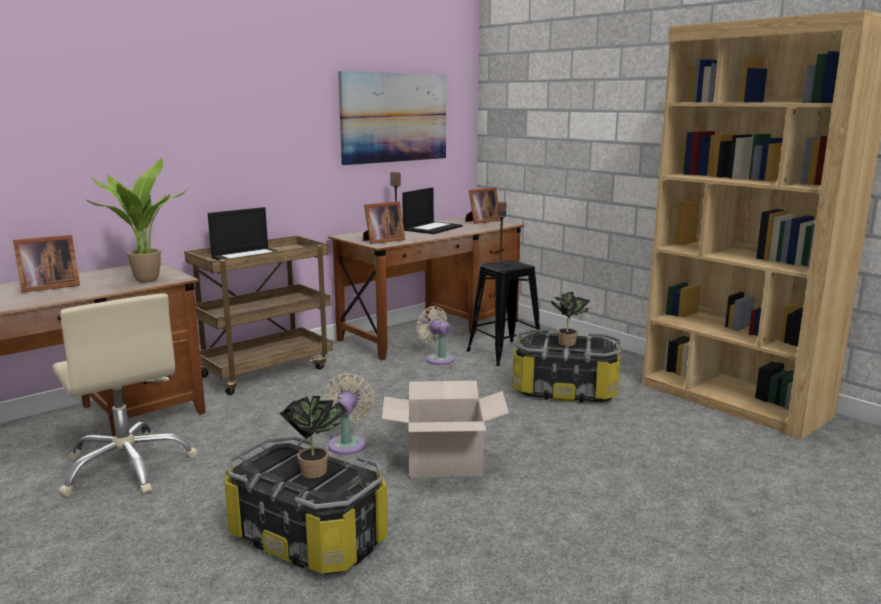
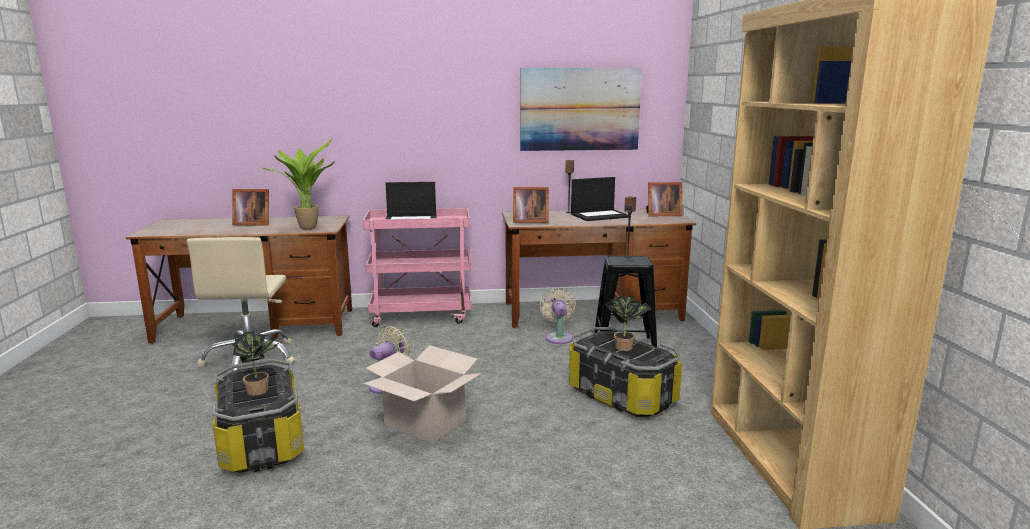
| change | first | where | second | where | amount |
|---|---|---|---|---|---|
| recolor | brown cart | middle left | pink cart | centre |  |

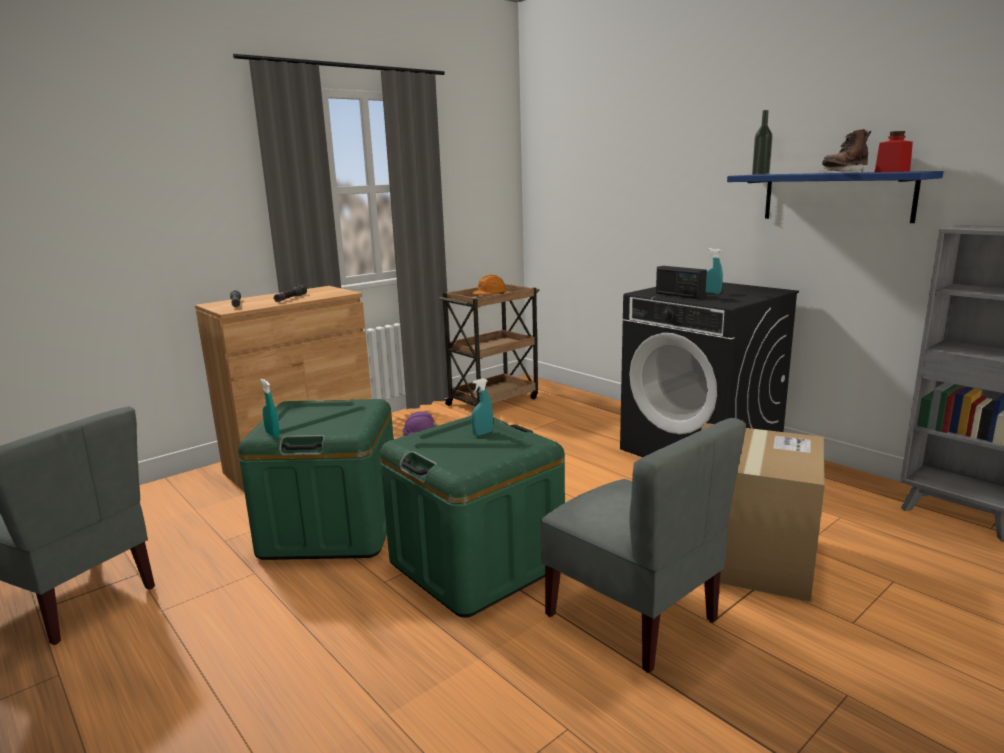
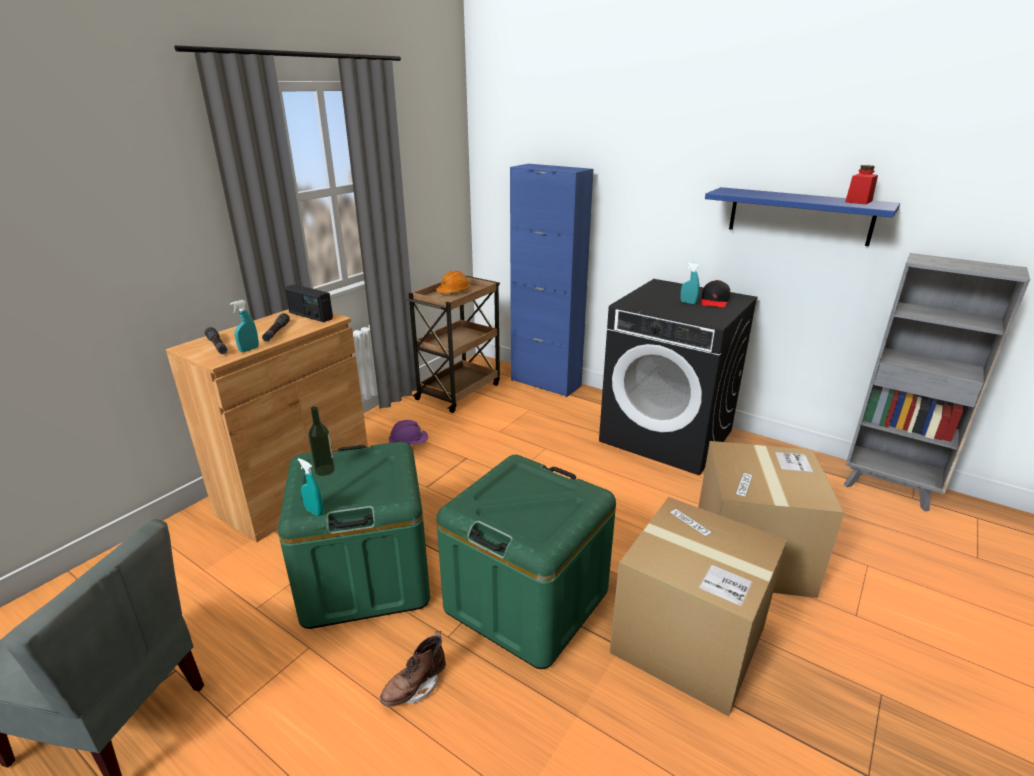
| change | first | where | second | where | amount |
|---|---|---|---|---|---|
| move | turquoise spray bottle (2nd from left in the first image) | centre | turquoise spray bottle (1st from left) | middle left |  |
| replace | grey chair (2nd from left) | bottom centre | cardboard box (1st from left) | bottom right |  |
| move | radio | middle right |  | middle left |  |
| move | bottle | top right |  | middle left |  |
| move | brown boot | top right |  | bottom centre |  |
| insert |  |  | blue cabinet | centre |  |
| insert |  |  | black cap | middle right |  |

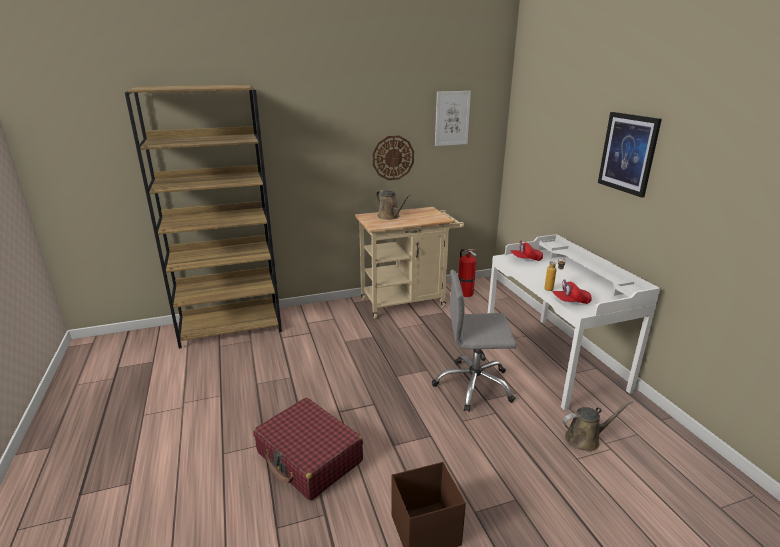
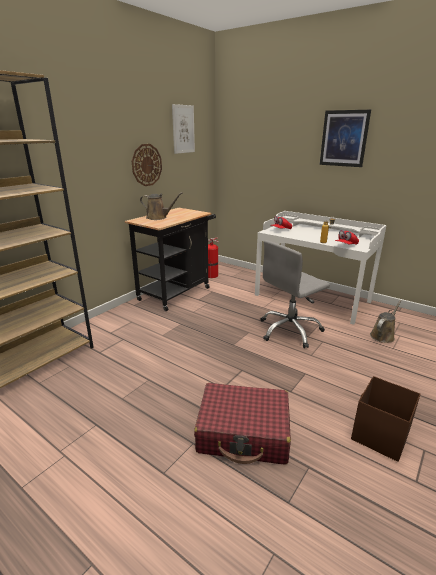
| change | first | where | second | where | amount |
|---|---|---|---|---|---|
| recolor | beige cart | centre | black cart | centre |  |

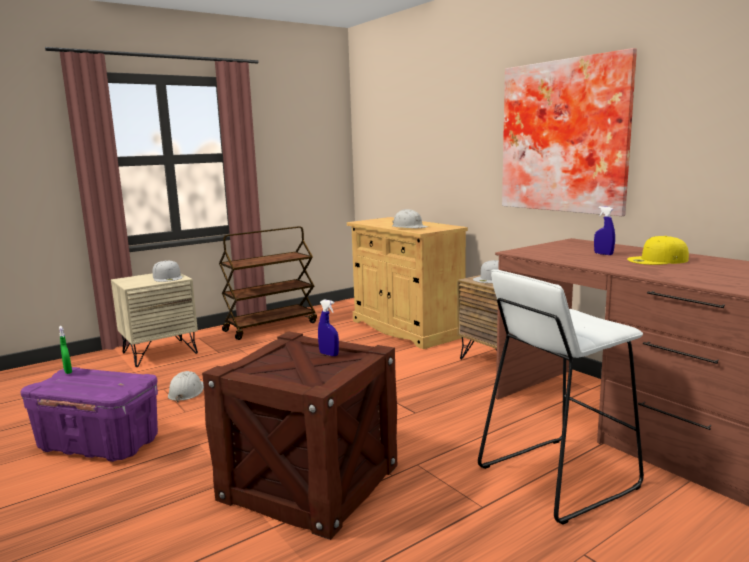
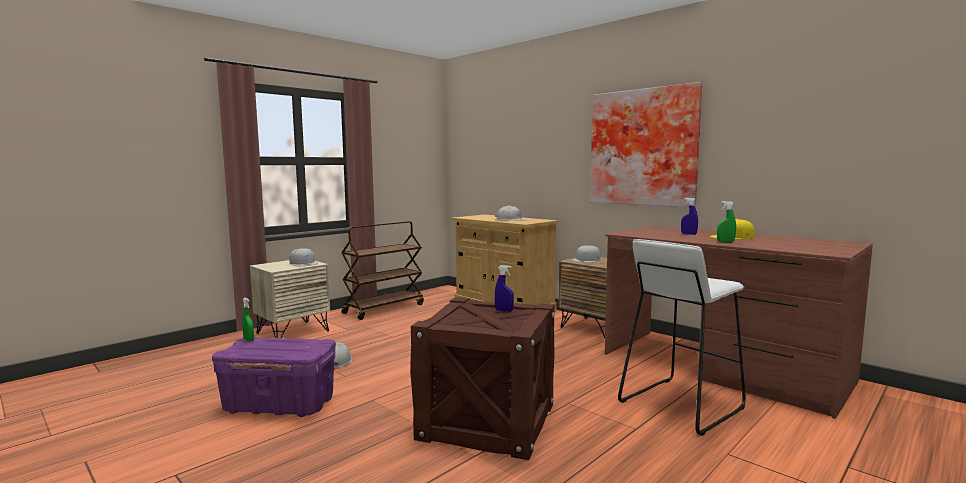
| change | first | where | second | where | amount |
|---|---|---|---|---|---|
| insert |  |  | green spray bottle (2nd from left) | middle right |  |

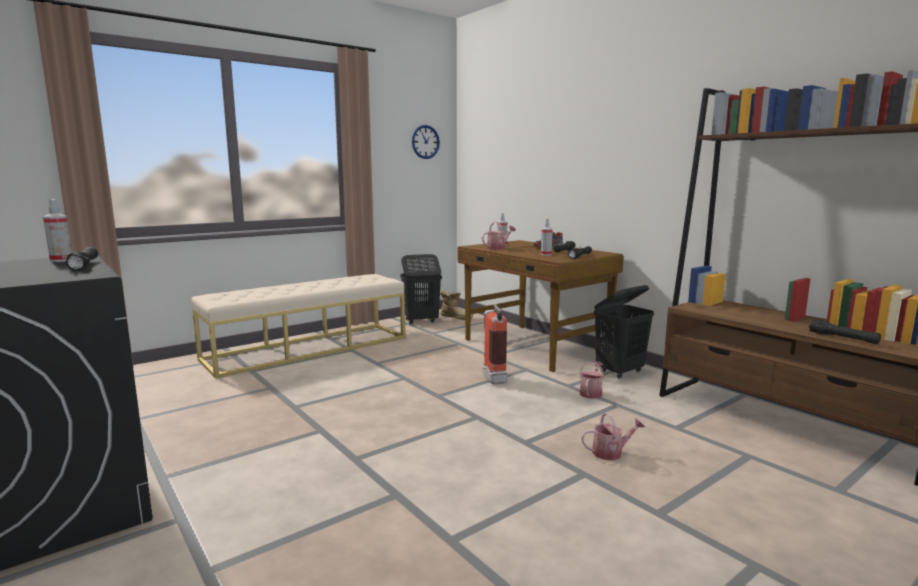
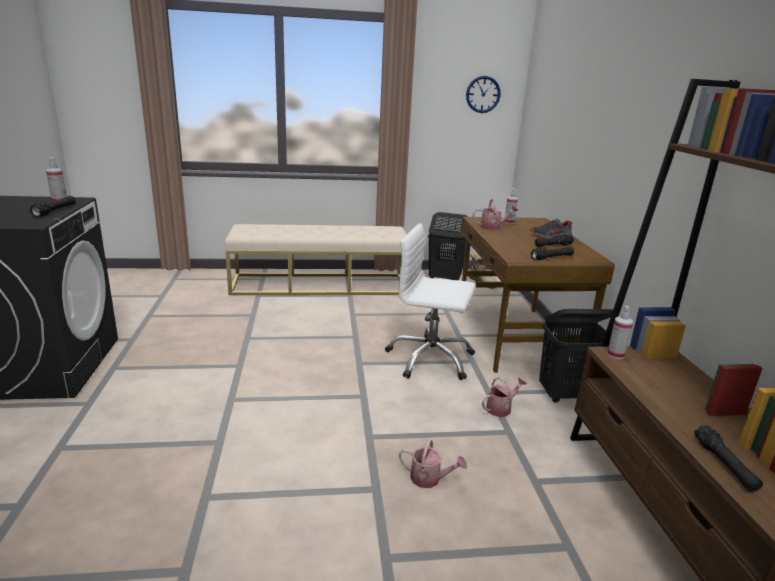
| change | first | where | second | where | amount |
|---|---|---|---|---|---|
| replace | fire extinguisher | centre | white office chair | centre |  |
| move | spray bottle (3rd from left) | centre |  | middle right |  |

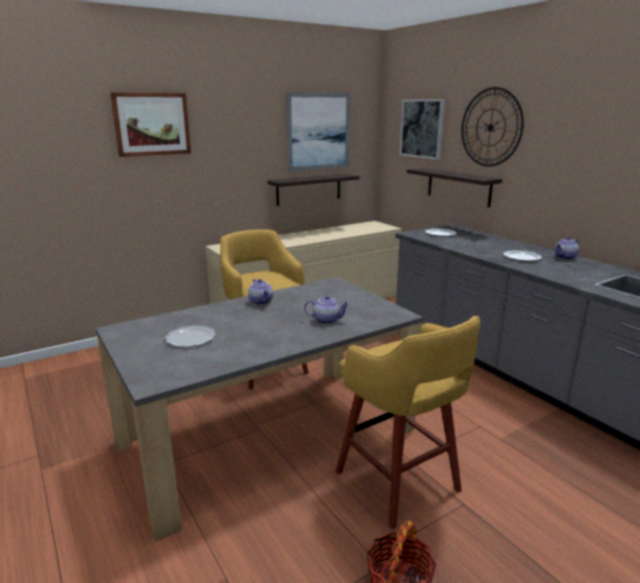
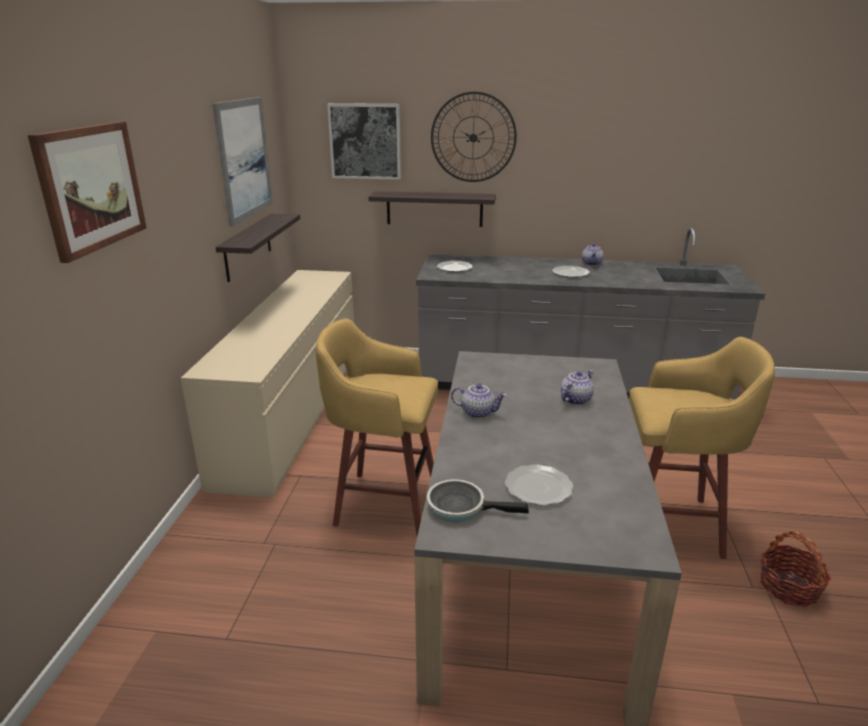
| change | first | where | second | where | amount |
|---|---|---|---|---|---|
| insert |  |  | frying pan | bottom centre |  |

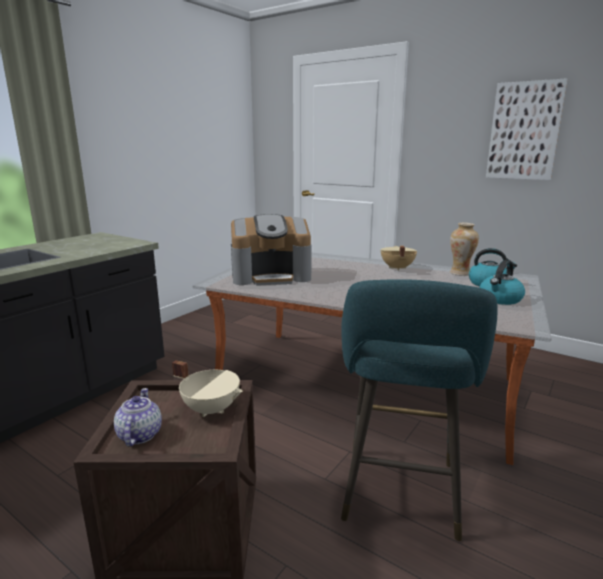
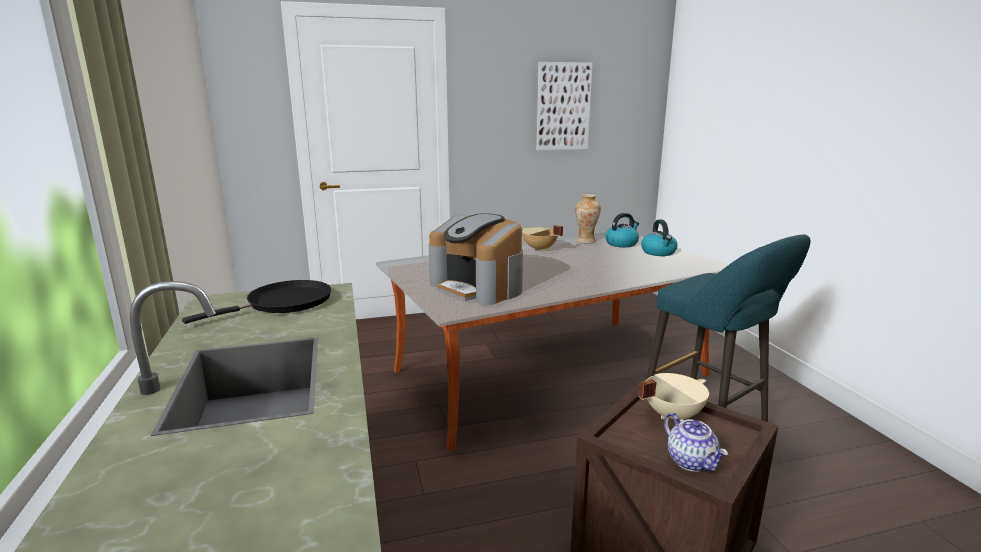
| change | first | where | second | where | amount |
|---|---|---|---|---|---|
| rotate | teapot | bottom left |  | bottom right | 150 degrees counterclockwise |
| rotate | coffee machine | centre |  | centre | 105 degrees clockwise |
| insert |  |  | black frying pan | middle left |  |

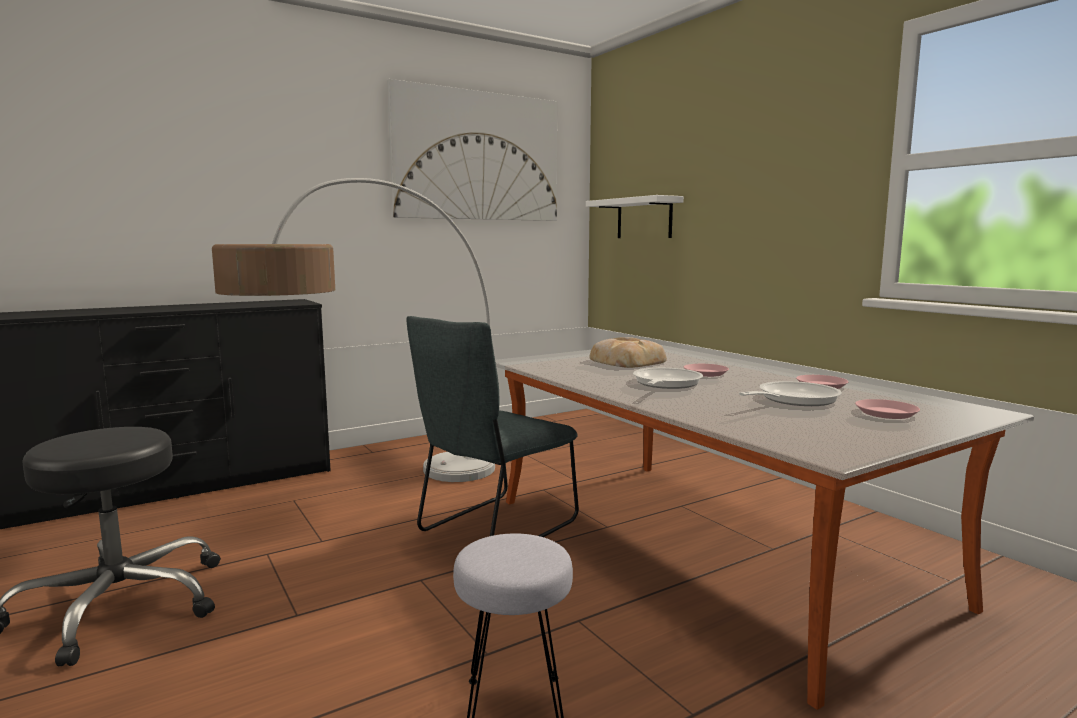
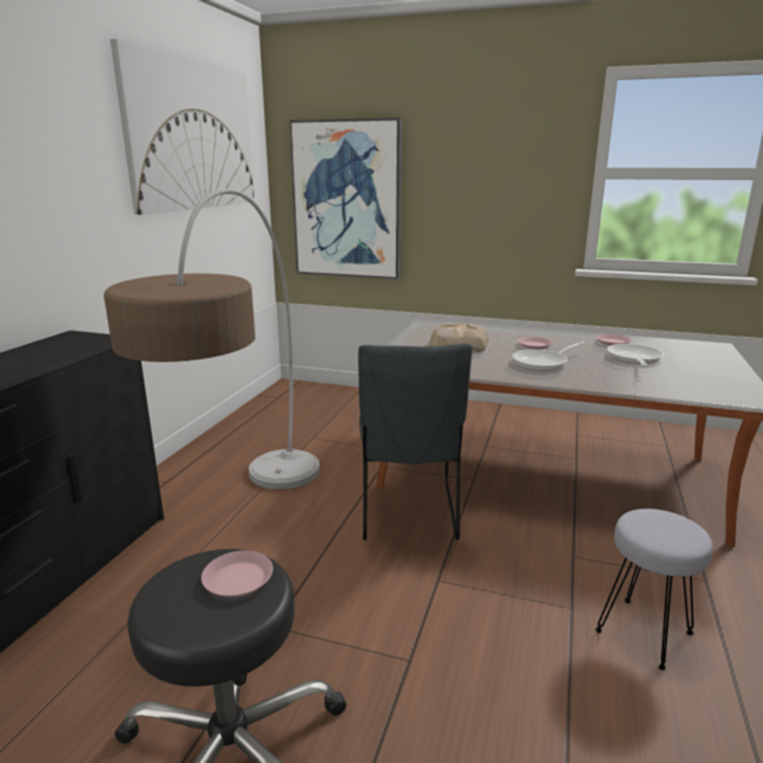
| change | first | where | second | where | amount |
|---|---|---|---|---|---|
| replace | white shelf | top centre | picture (2nd from left) | top centre |  |
| rotate | frying pan (1st from left) | centre |  | middle right | 105 degrees counterclockwise |
| move | pink plate (3rd from left in the first image) | middle right | pink plate (1st from left) | bottom left |  |

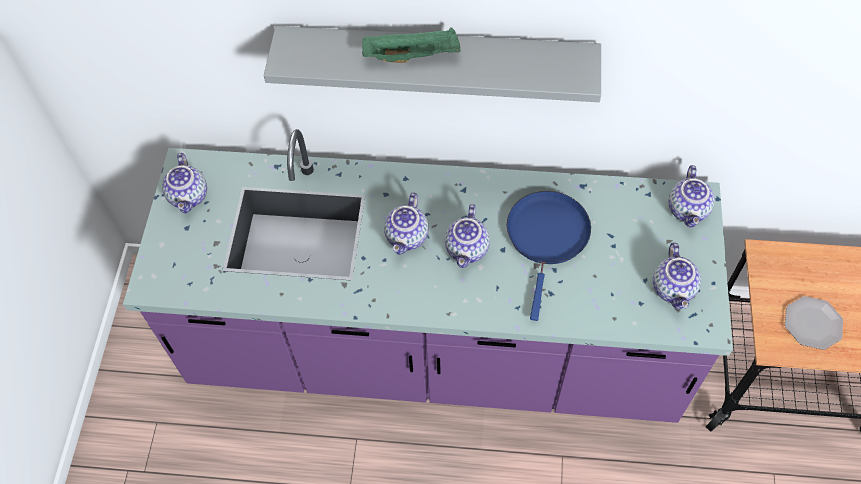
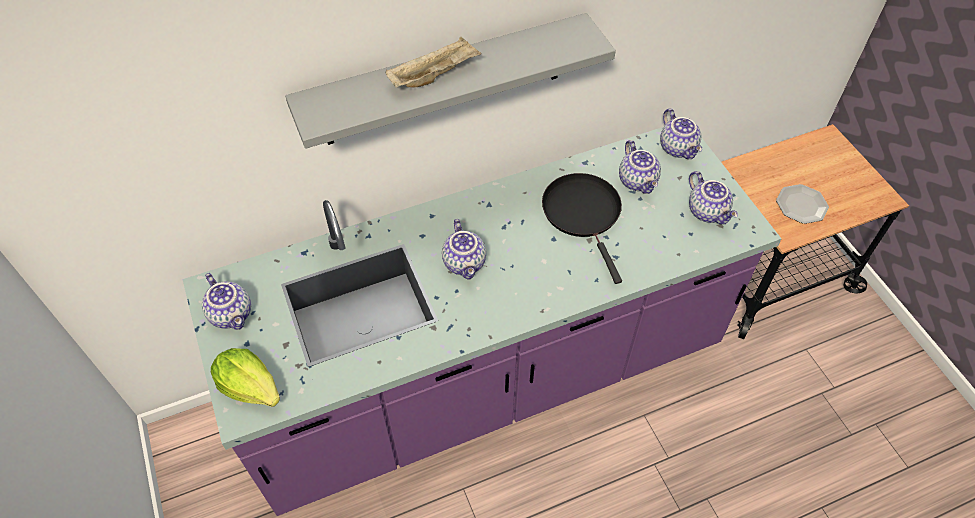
| change | first | where | second | where | amount |
|---|---|---|---|---|---|
| recolor | green tray | top centre | beige tray | top centre |  |
| move | teapot (3rd from left) | centre |  | top centre |  |
| recolor | blue frying pan | centre | black frying pan | centre |  |
| insert |  |  | lettuce | bottom left |  |

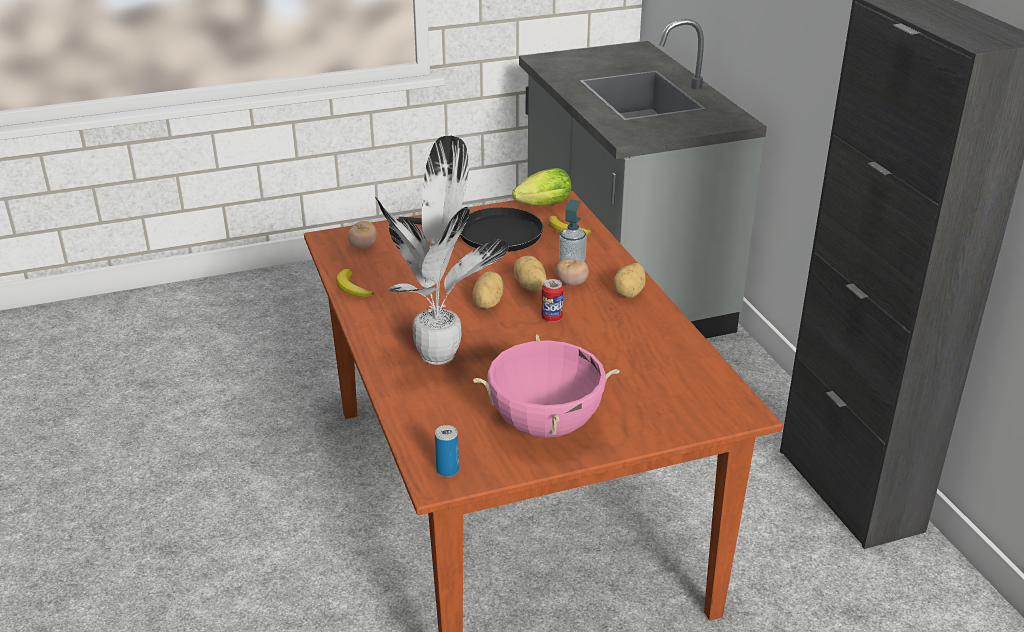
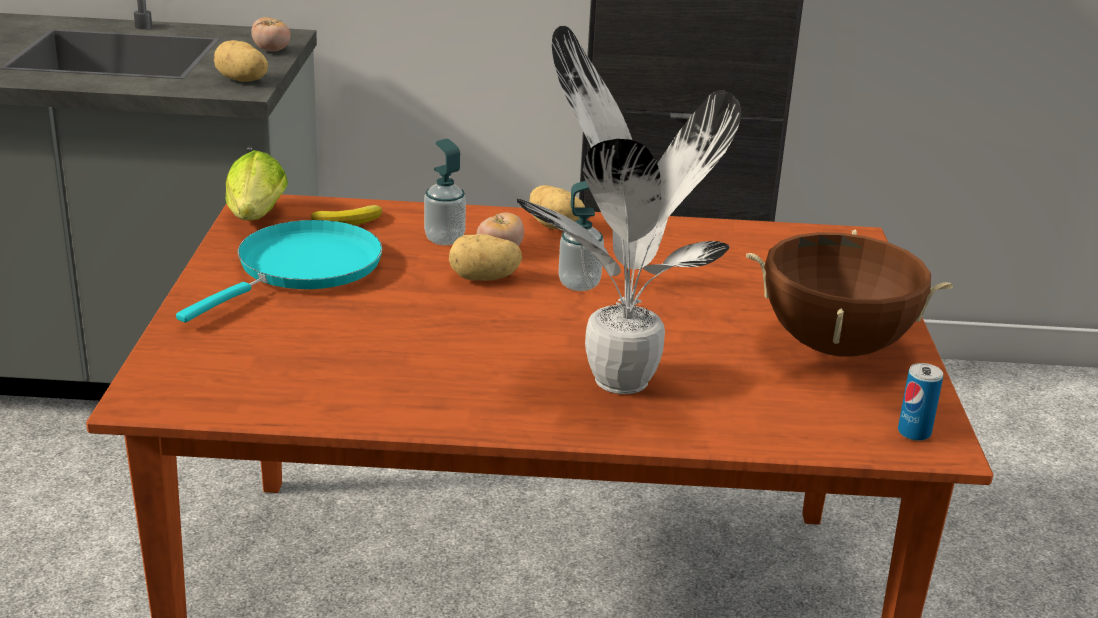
| change | first | where | second | where | amount |
|---|---|---|---|---|---|
| delete | banana (1st from left) | centre |  |  |  |
| move | tomato (1st from left) | centre |  | top left |  |
| recolor | black frying pan | centre | turquoise frying pan | middle left |  |
| move | potato (1st from left) | centre |  | top left |  |
| recolor | pink cooking pot | centre | brown cooking pot | middle right |  |
| replace | can (2nd from left) | centre | soap dispenser (2nd from left) | centre |  |

